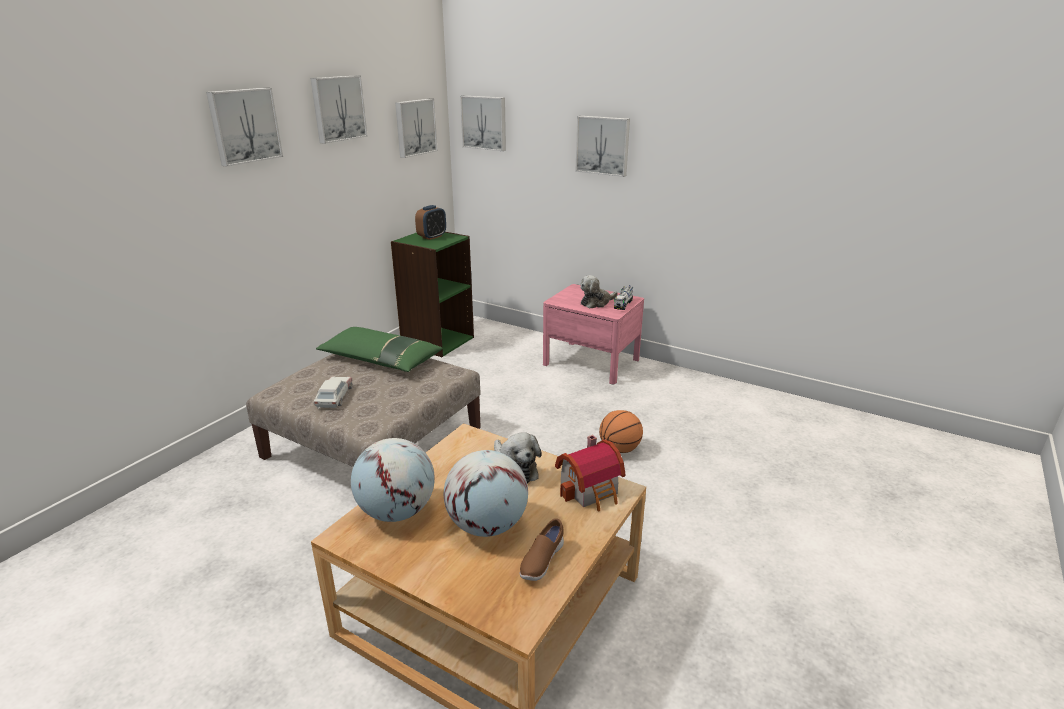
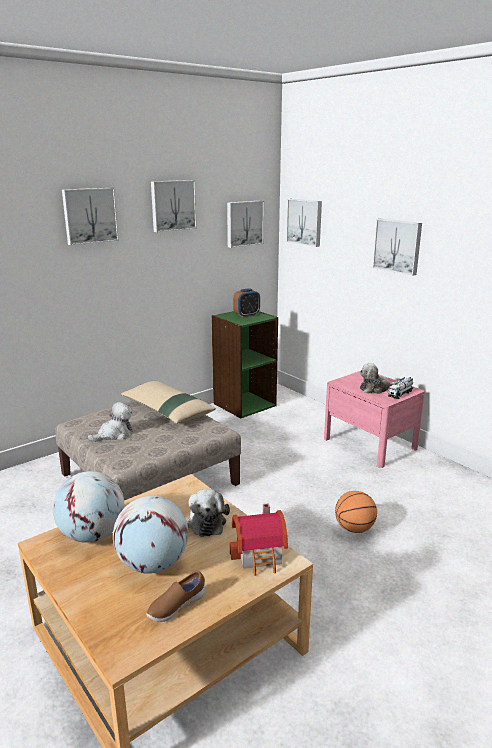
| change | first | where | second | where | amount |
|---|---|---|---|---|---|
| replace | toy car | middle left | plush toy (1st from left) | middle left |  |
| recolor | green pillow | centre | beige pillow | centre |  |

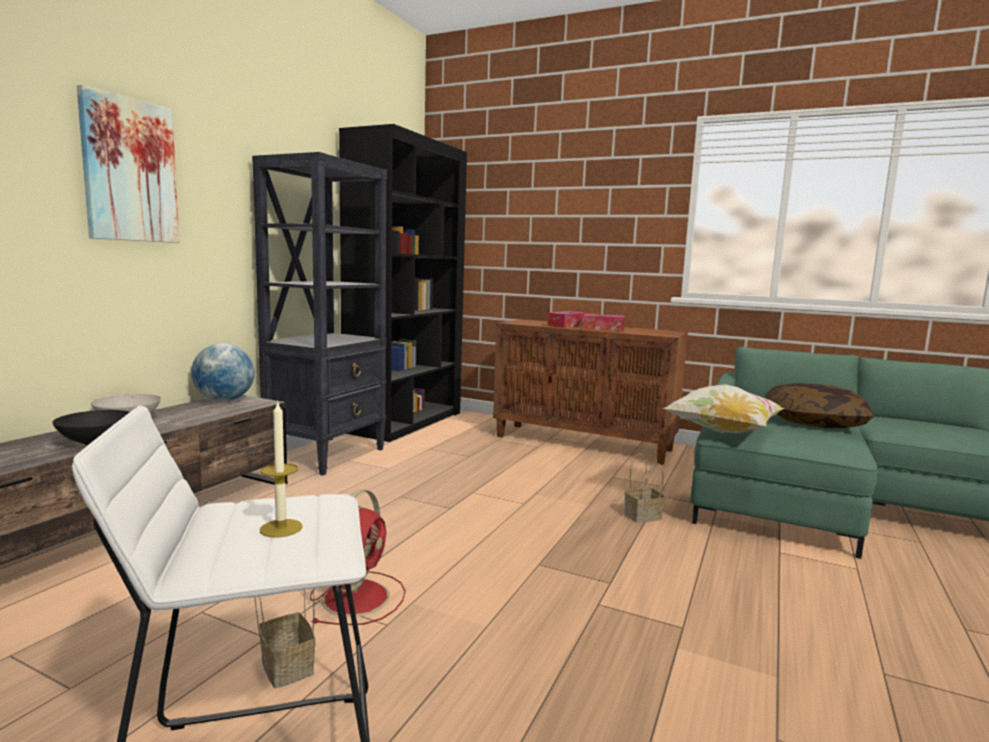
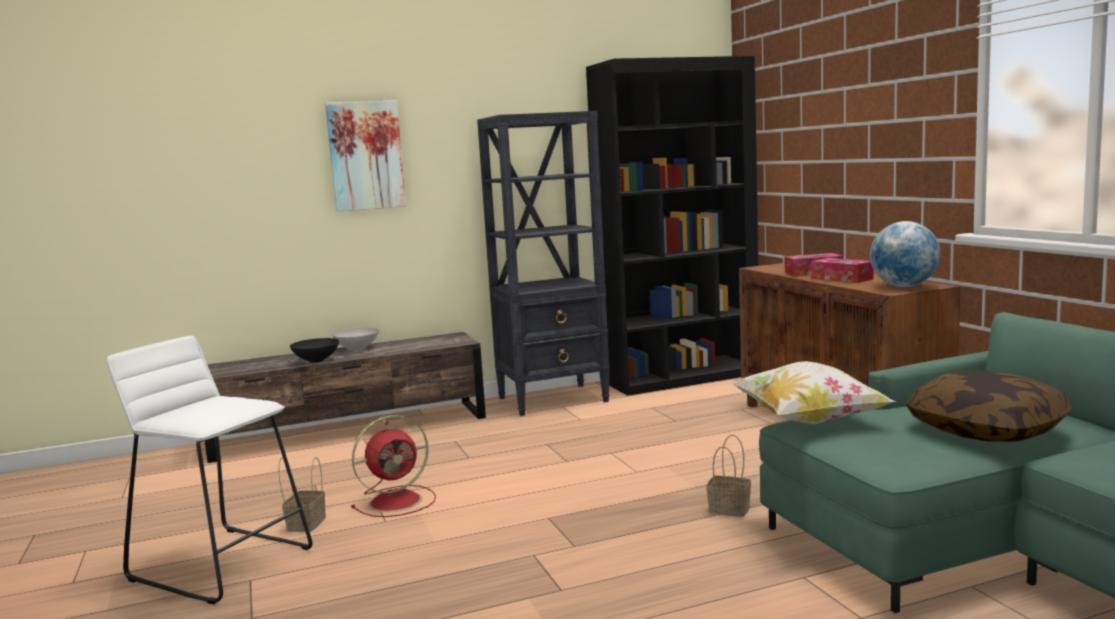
| change | first | where | second | where | amount |
|---|---|---|---|---|---|
| move | globe | middle left |  | middle right |  |
| delete | candle | middle left |  |  |  |

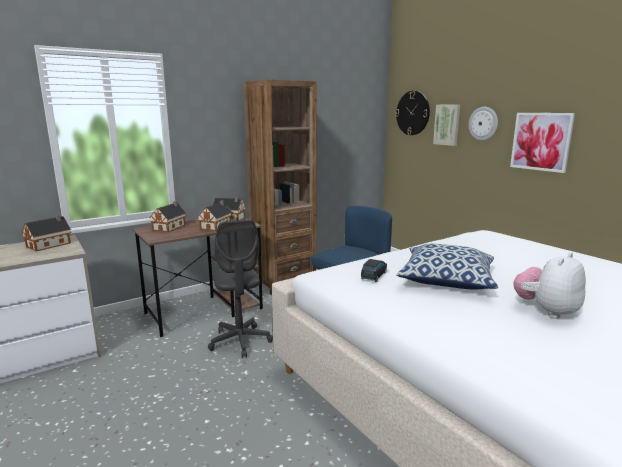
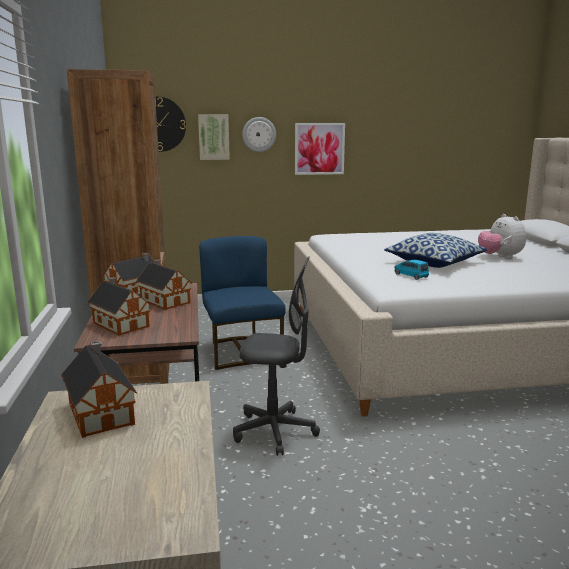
| change | first | where | second | where | amount |
|---|---|---|---|---|---|
| recolor | black toy car | centre | blue toy car | middle right |  |

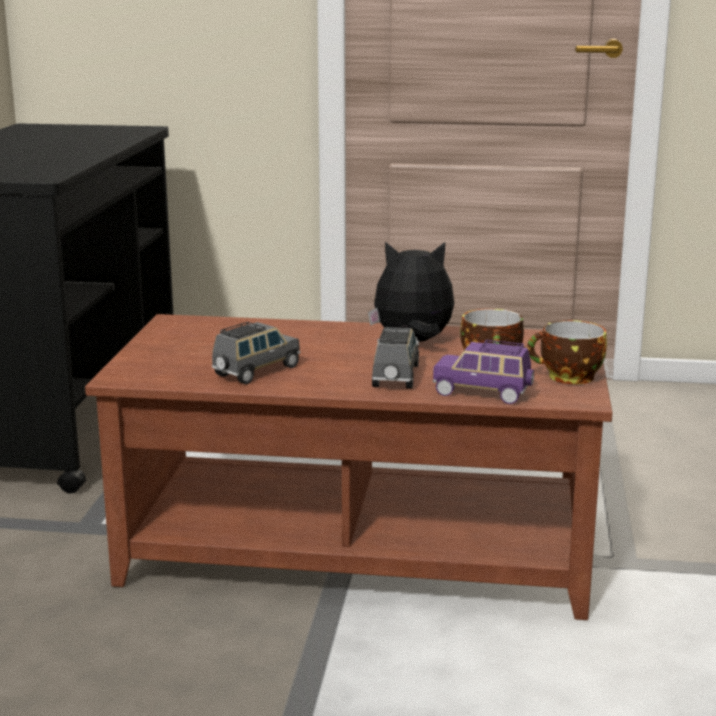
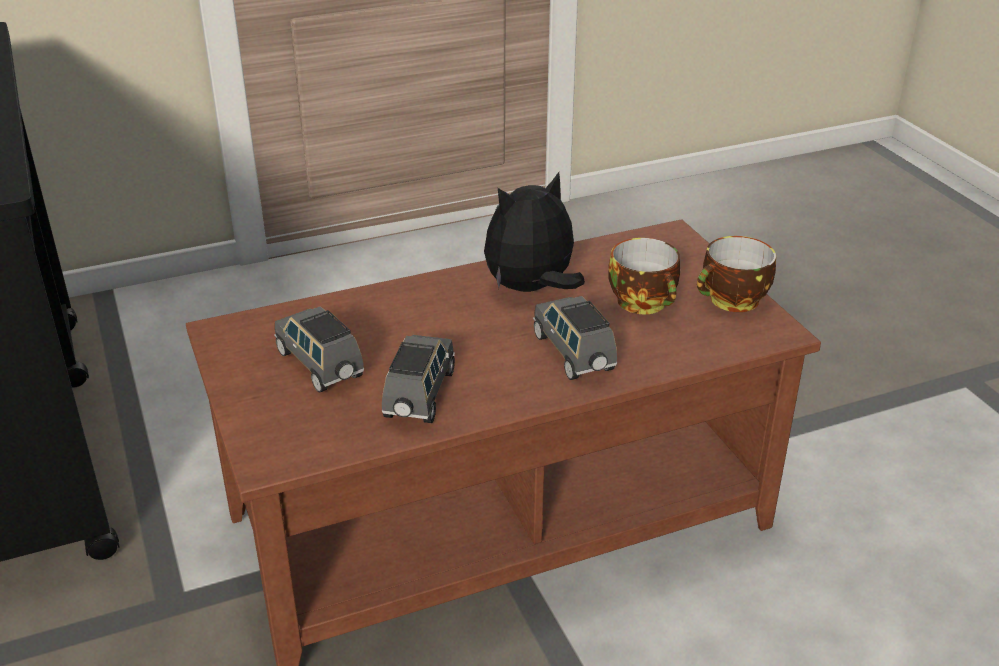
| change | first | where | second | where | amount |
|---|---|---|---|---|---|
| delete | purple toy car | middle right |  |  |  |
| insert |  |  | grey toy car (1st from left) | middle left |  |

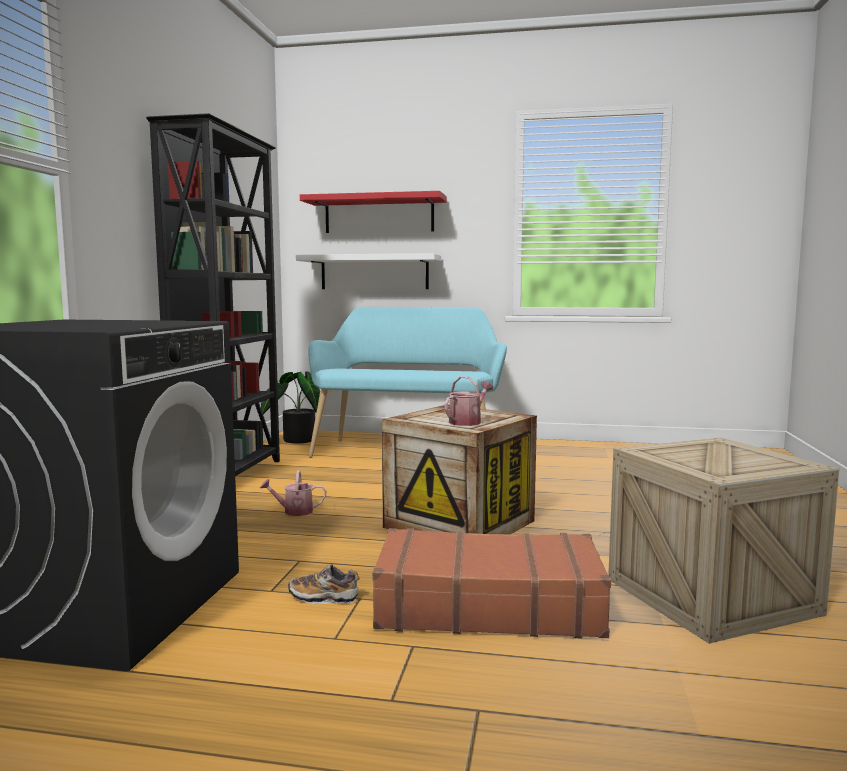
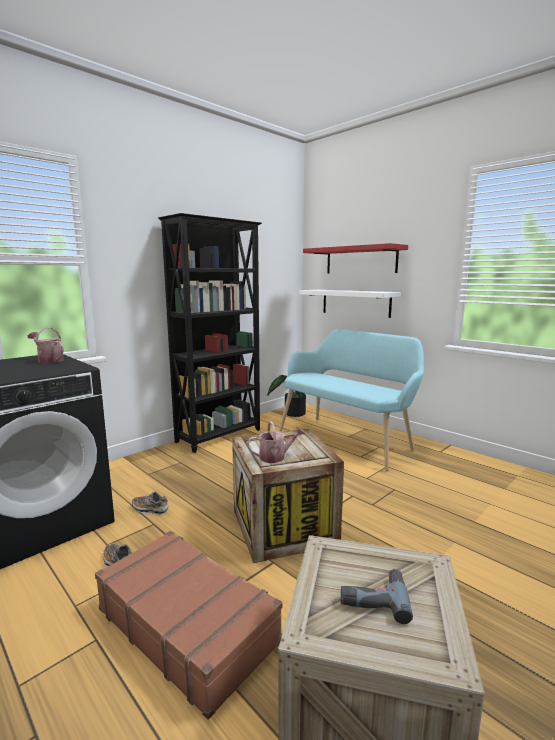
| change | first | where | second | where | amount |
|---|---|---|---|---|---|
| move | watering can (1st from left) | centre |  | middle left |  |
| insert |  |  | shoe (2nd from left) | bottom left |  |
| insert |  |  | power drill | bottom right |  |

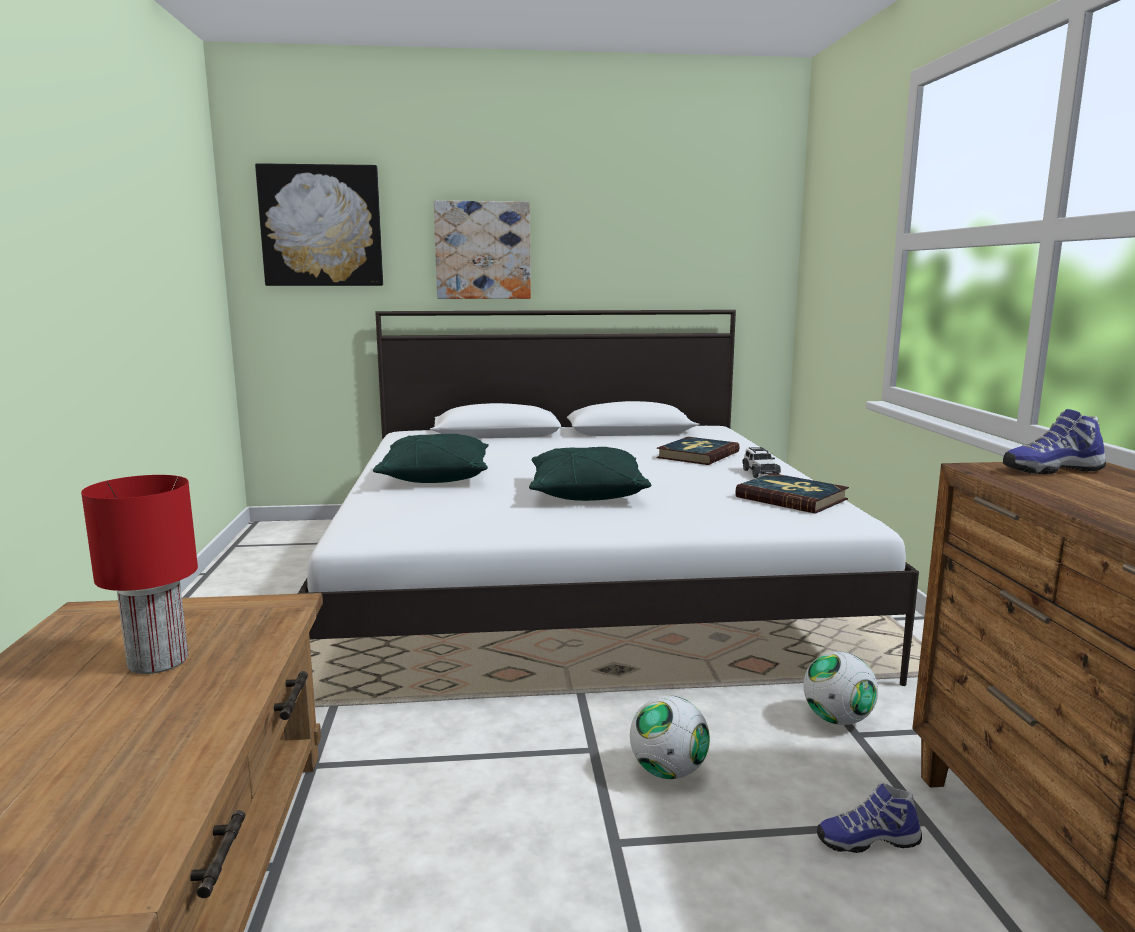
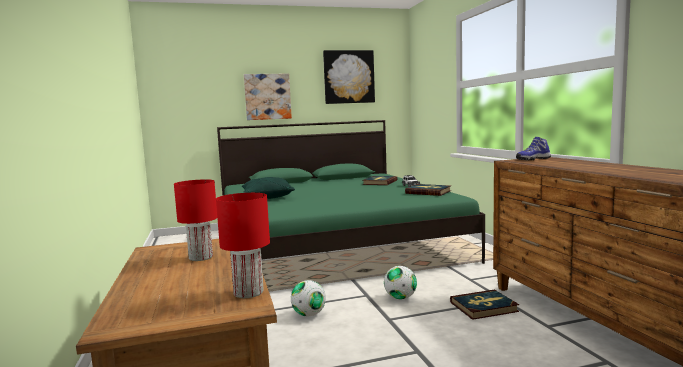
| change | first | where | second | where | amount |
|---|---|---|---|---|---|
| move | picture (1st from left in the first image) | top left | picture (2nd from left) | top centre |  |
| recolor | white bed | centre | green bed | centre |  |
| delete | green pillow (2nd from left) | centre |  |  |  |
| move | football (2nd from left in the first image) | bottom right | football (1st from left) | bottom centre |  |
| replace | shoe (1st from left) | bottom right | book (3rd from left) | bottom right |  |
| insert |  |  | red table lamp (2nd from left) | bottom centre |  |

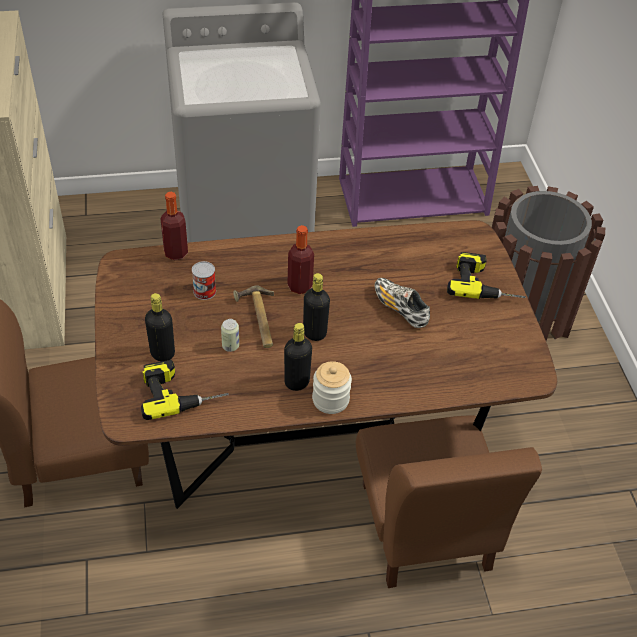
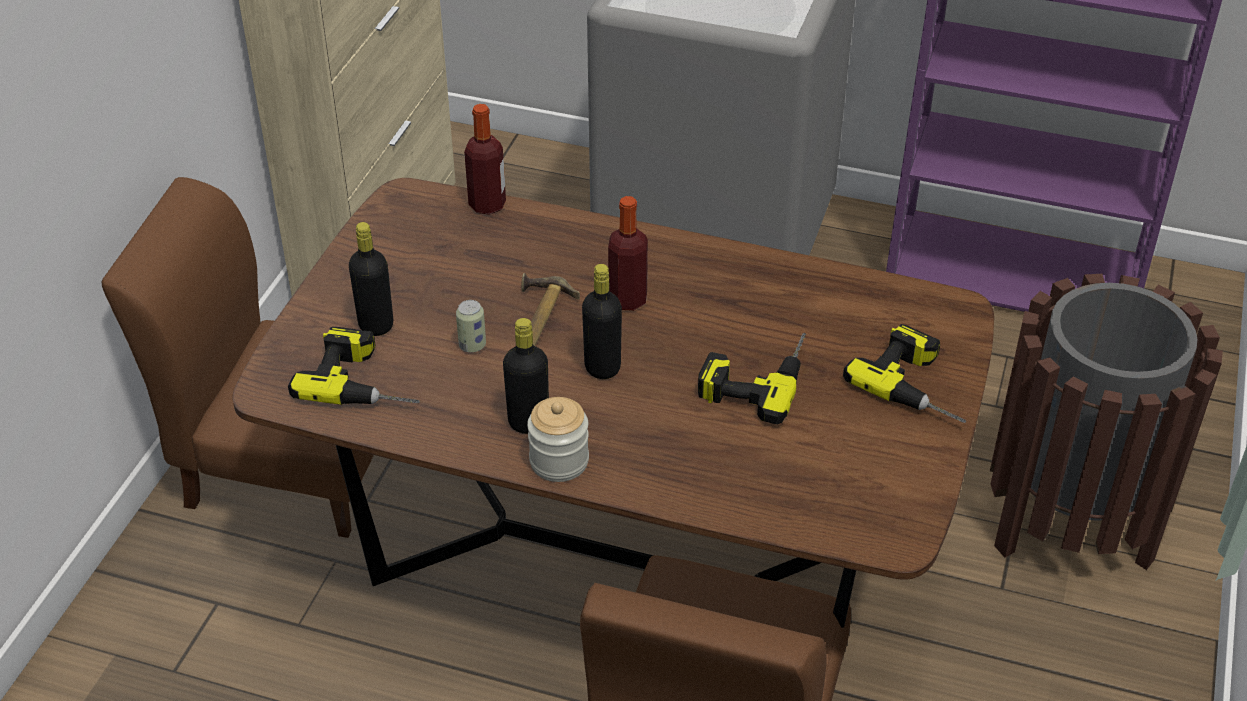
| change | first | where | second | where | amount |
|---|---|---|---|---|---|
| delete | can (1st from left) | middle left |  |  |  |
| replace | shoe | centre | power drill (2nd from left) | centre |  |

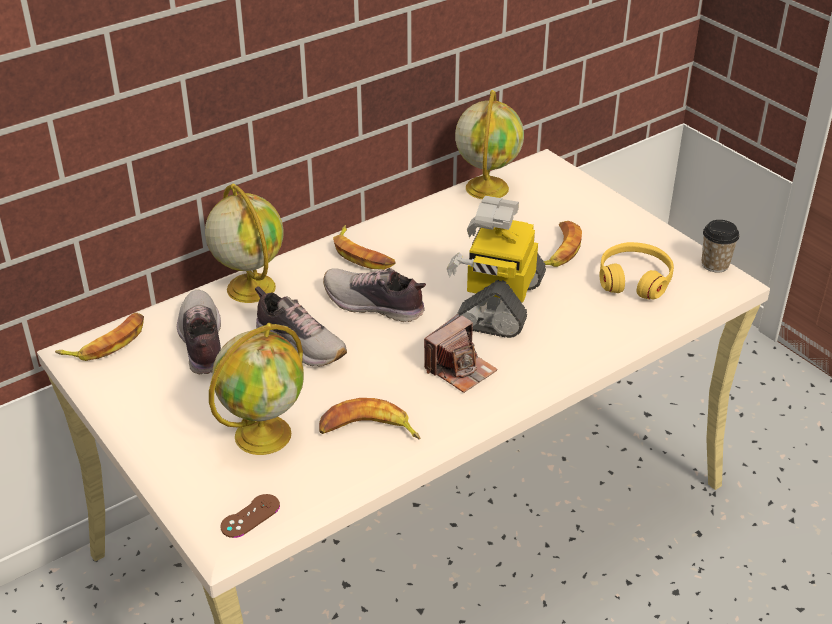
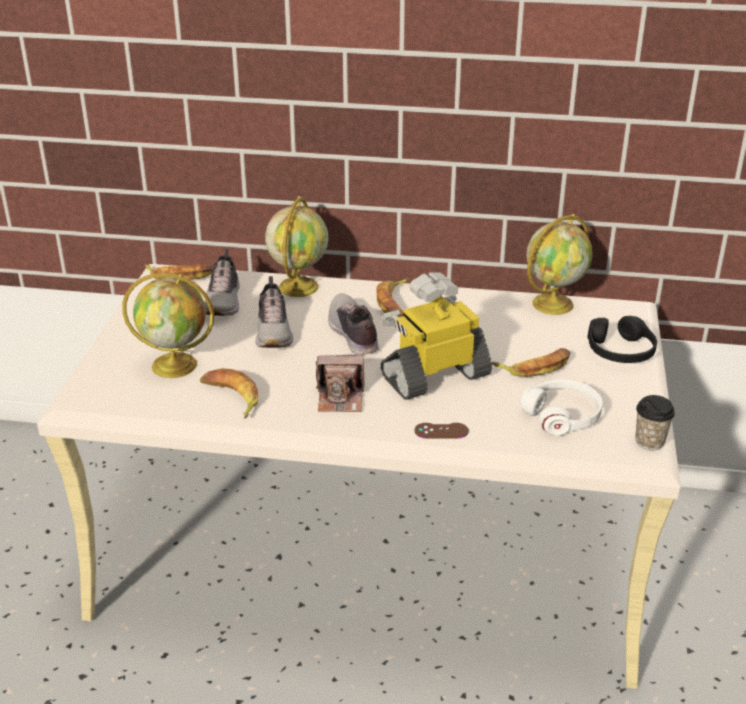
| change | first | where | second | where | amount |
|---|---|---|---|---|---|
| rotate | shoe (1st from left) | middle left |  | middle left | 150 degrees clockwise |
| move | brown game controller | bottom left |  | centre |  |
| recolor | yellow headphones | middle right | white headphones | middle right |  |
| insert |  |  | black headphones | middle right |  |

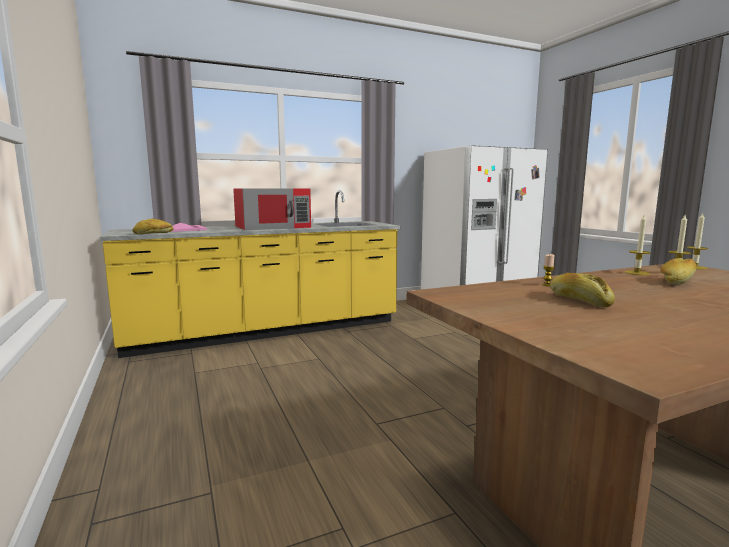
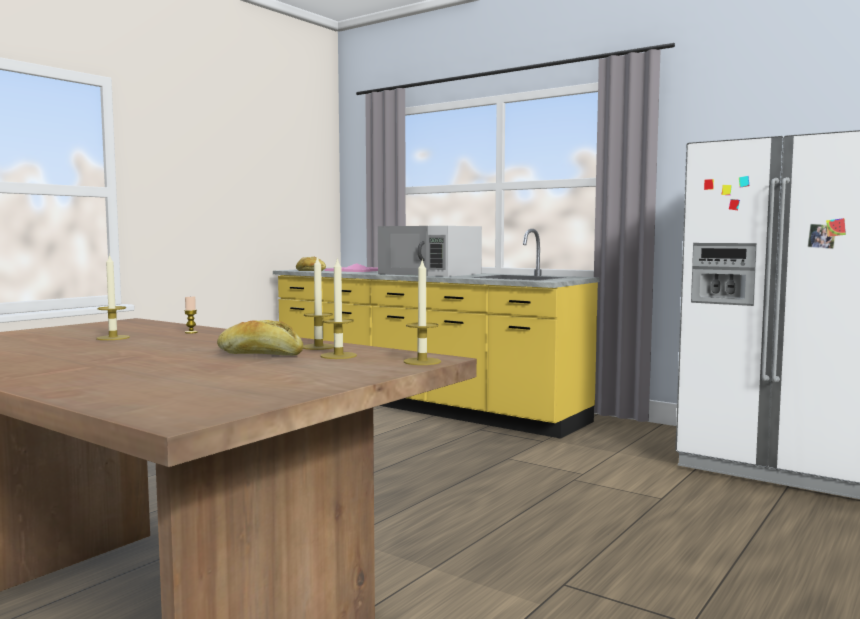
| change | first | where | second | where | amount |
|---|---|---|---|---|---|
| recolor | red microwave | centre | white microwave | centre |  |
| replace | bread (2nd from left) | middle right | candle (1st from left) | middle left |  |

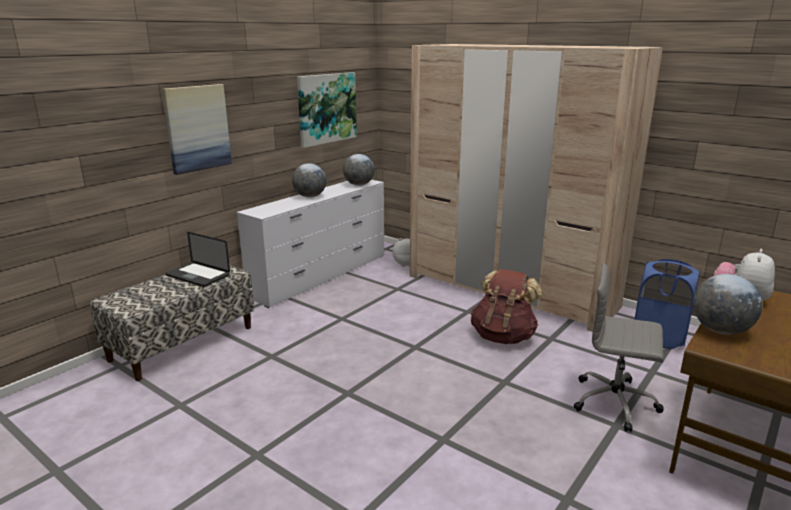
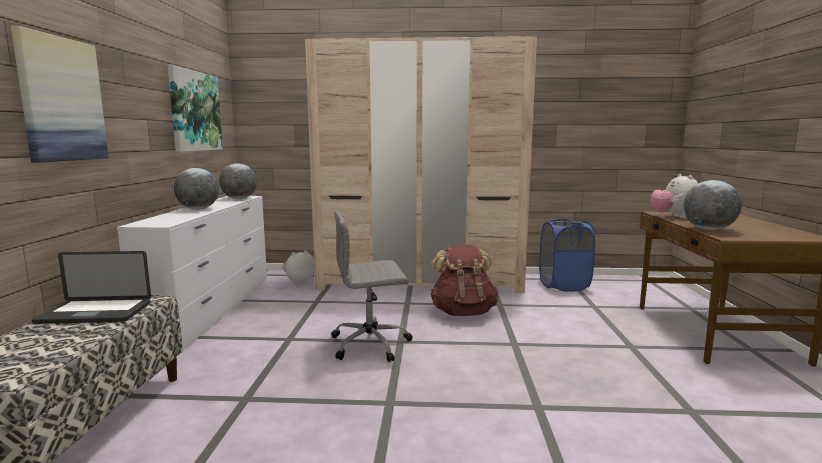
| change | first | where | second | where | amount |
|---|---|---|---|---|---|
| move | grey office chair | bottom right |  | centre |  |

